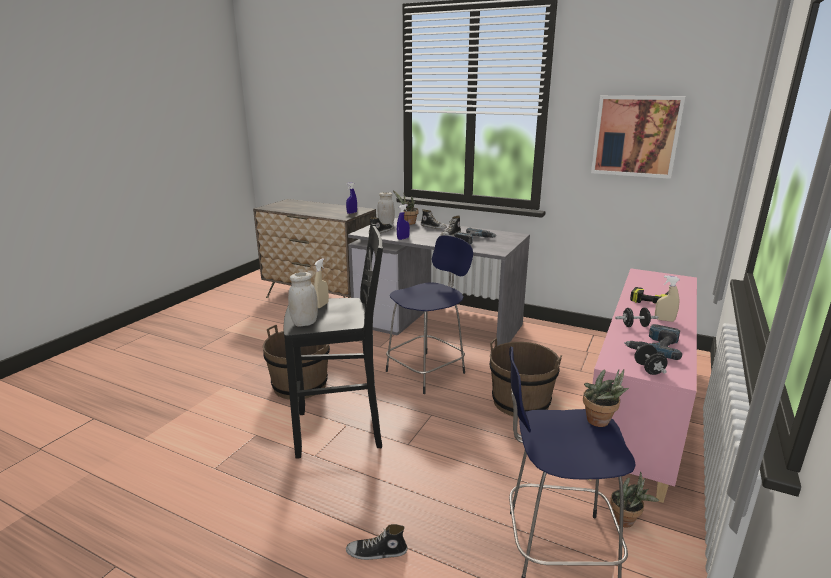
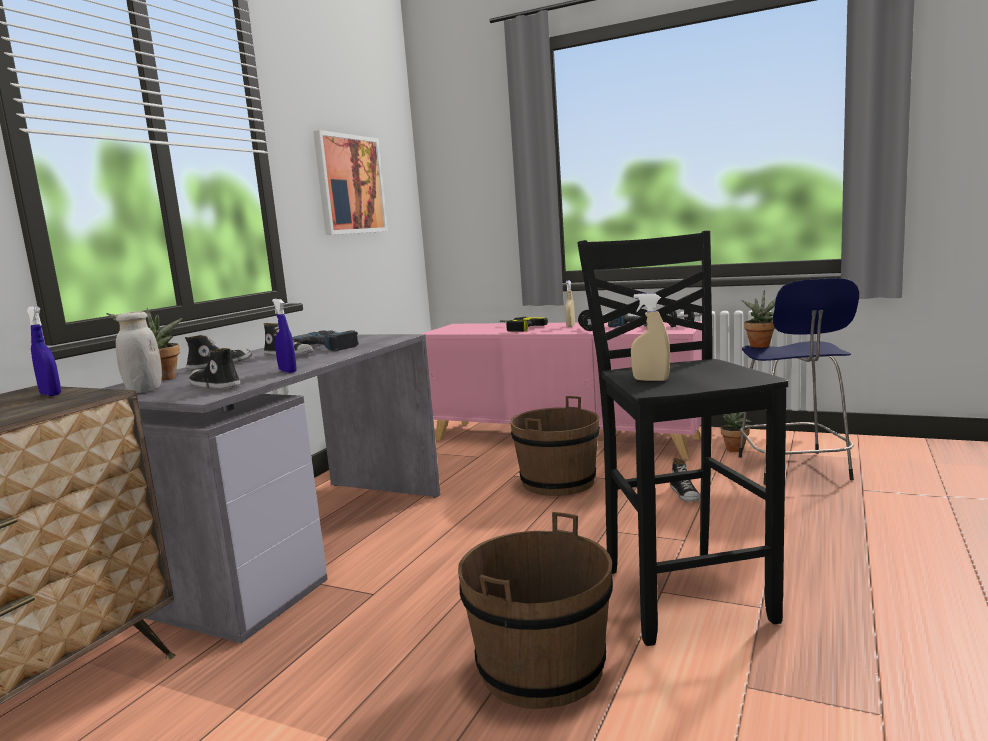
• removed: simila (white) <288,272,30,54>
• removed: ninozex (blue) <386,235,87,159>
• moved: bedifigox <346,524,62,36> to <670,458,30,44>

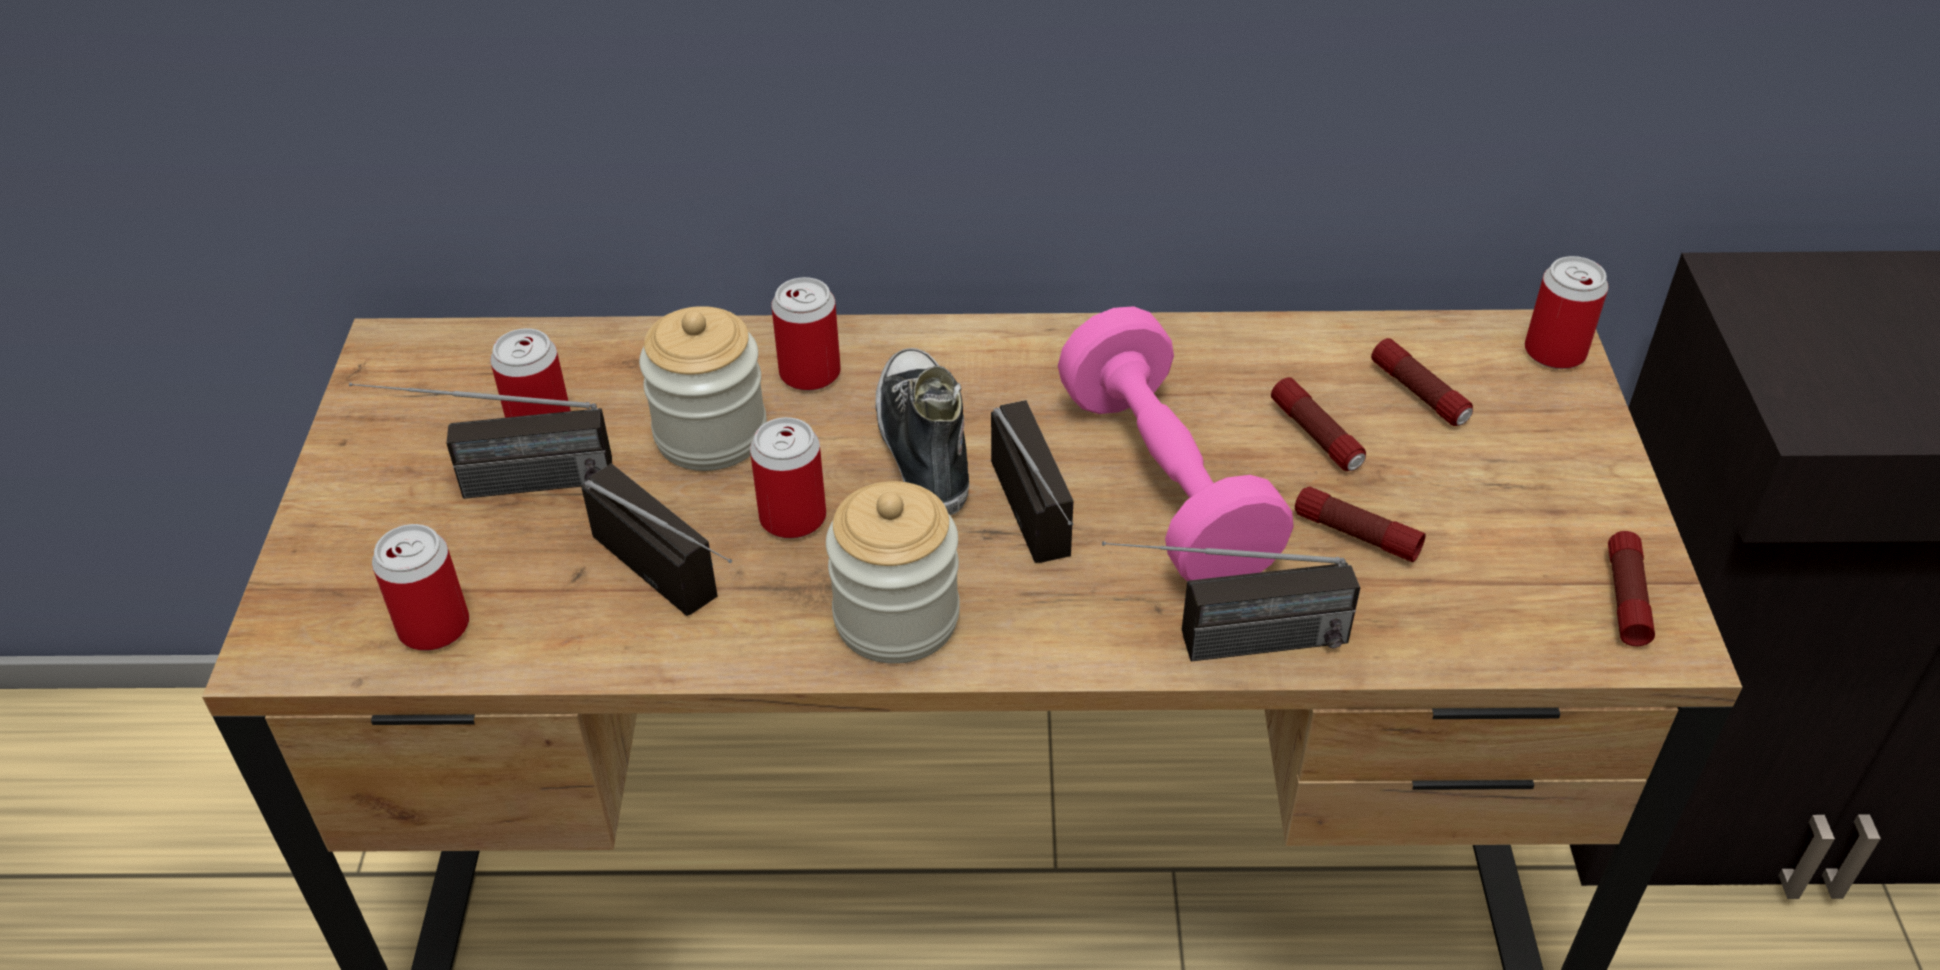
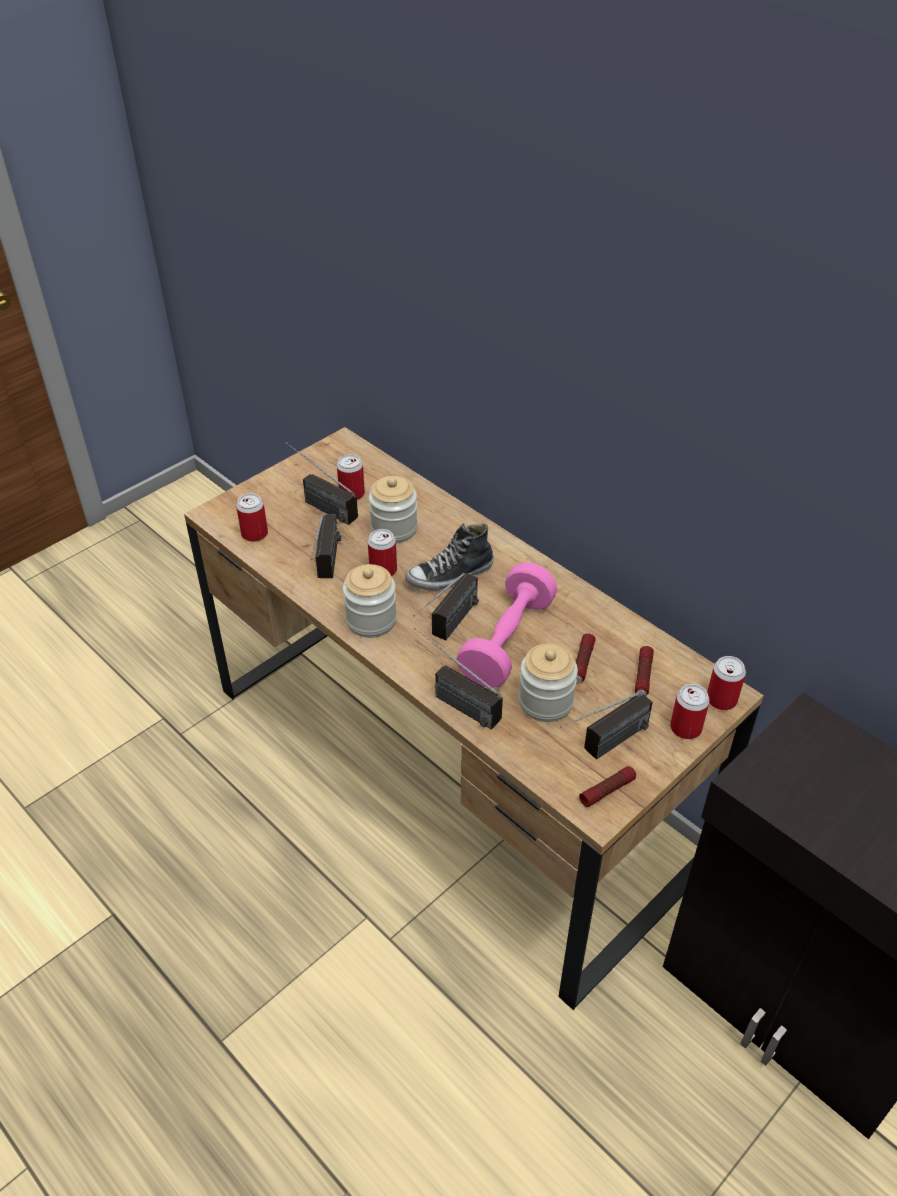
• added: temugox <560,692,93,68>
• moved: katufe <771,277,70,114> to <670,684,40,55>
• replaced: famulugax <1295,487,131,75> to simila <519,643,59,79>
• turned: bedifigox <875,348,94,167> = <405,523,89,67> 150 degrees counterclockwise

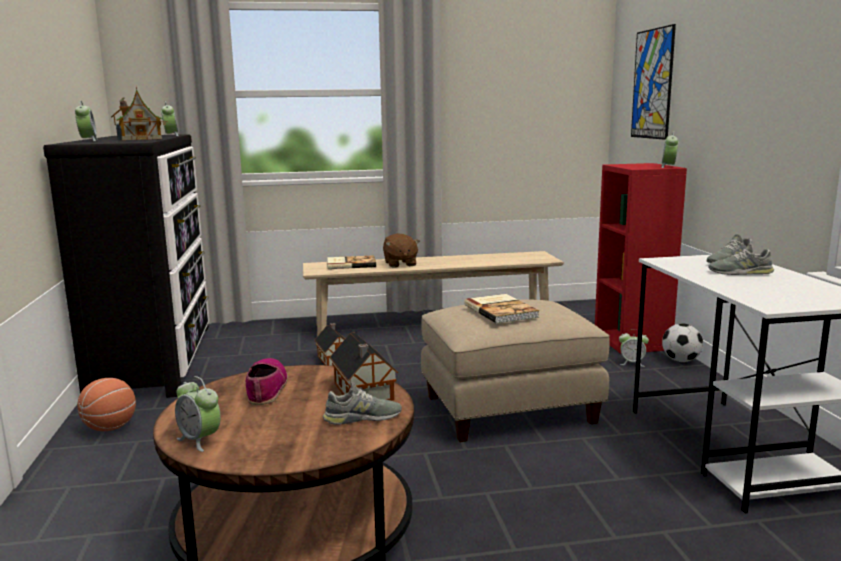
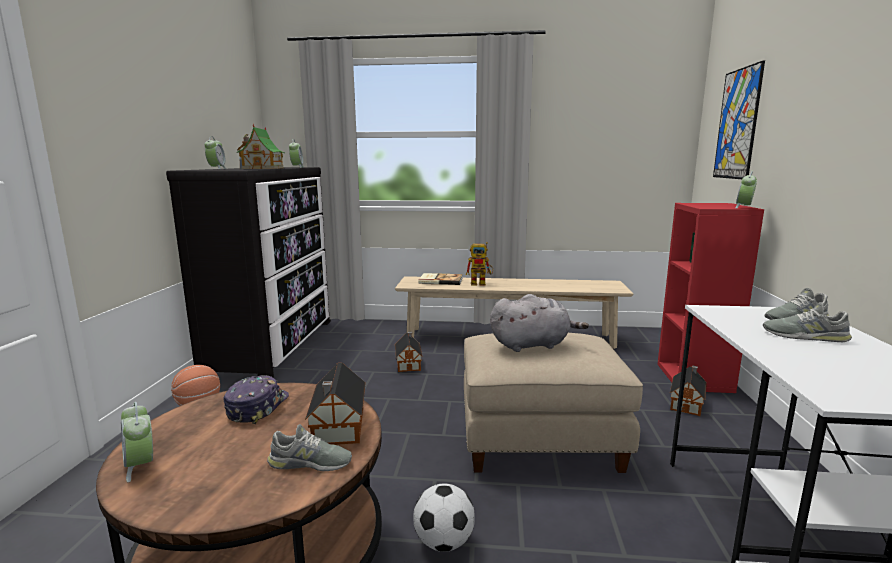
• moved: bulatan <662,323,41,39> to <413,484,62,68>
• replaced: bedifigox <245,358,43,47> to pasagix <223,375,66,49>
• replaced: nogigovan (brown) <383,233,37,35> to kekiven <466,242,27,44>
• replaced: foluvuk <464,294,76,30> to nogigovan (grey) <490,294,99,58>
• replaced: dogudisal <619,329,30,38> to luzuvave <670,365,37,51>

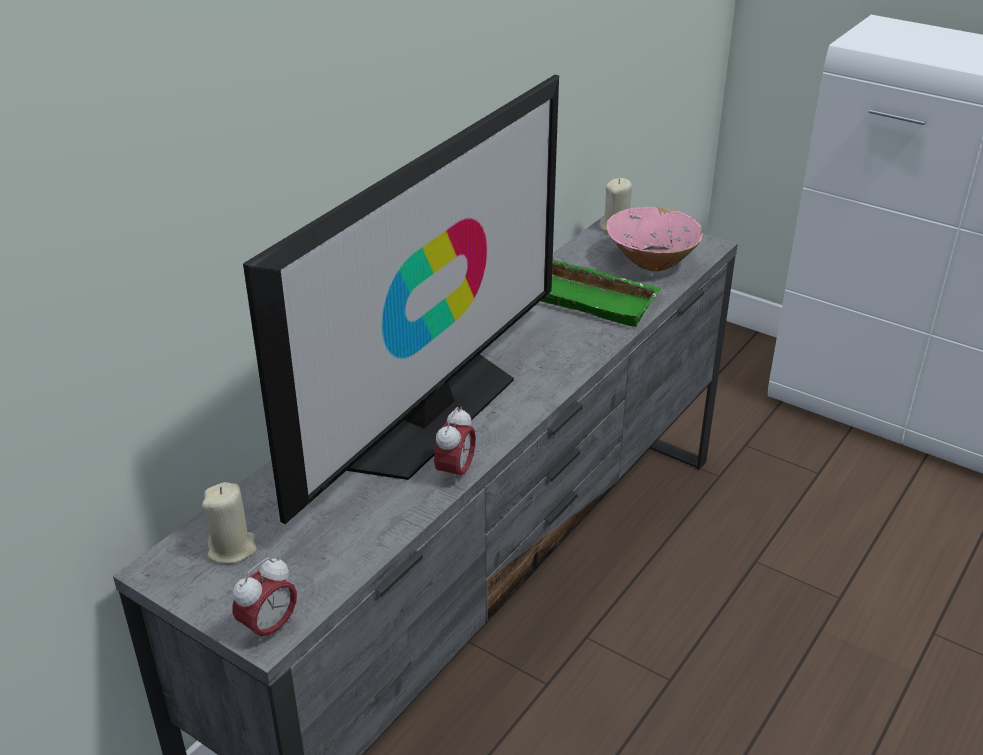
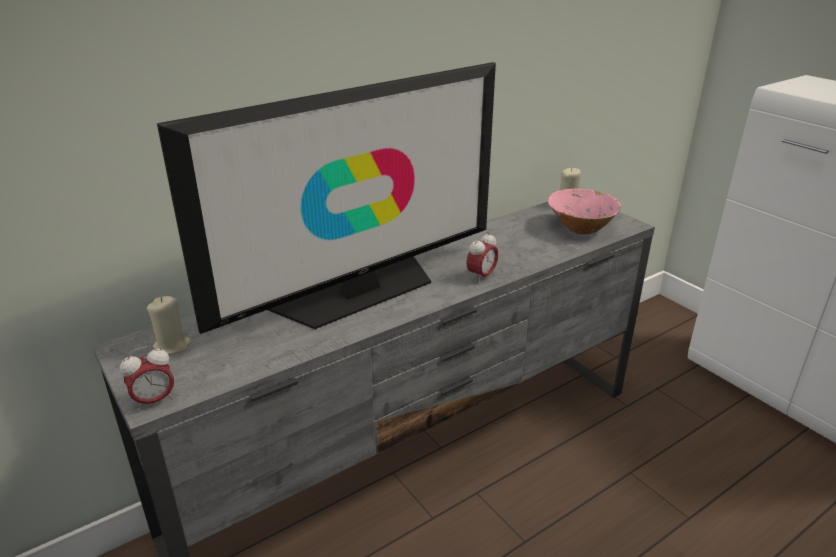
• removed: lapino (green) <541,259,121,68>
• moved: dogudisal <434,407,42,79> to <466,231,32,52>

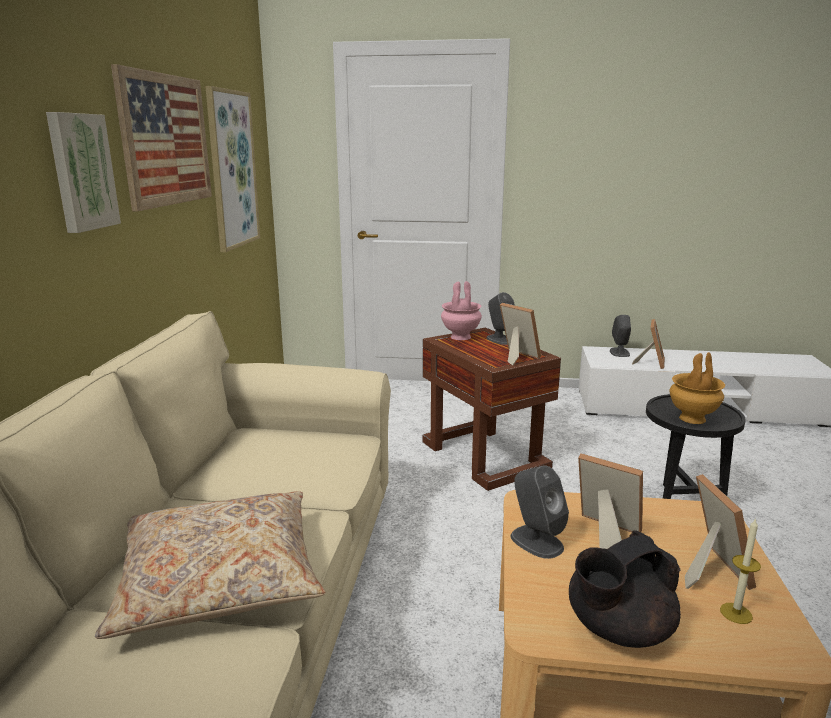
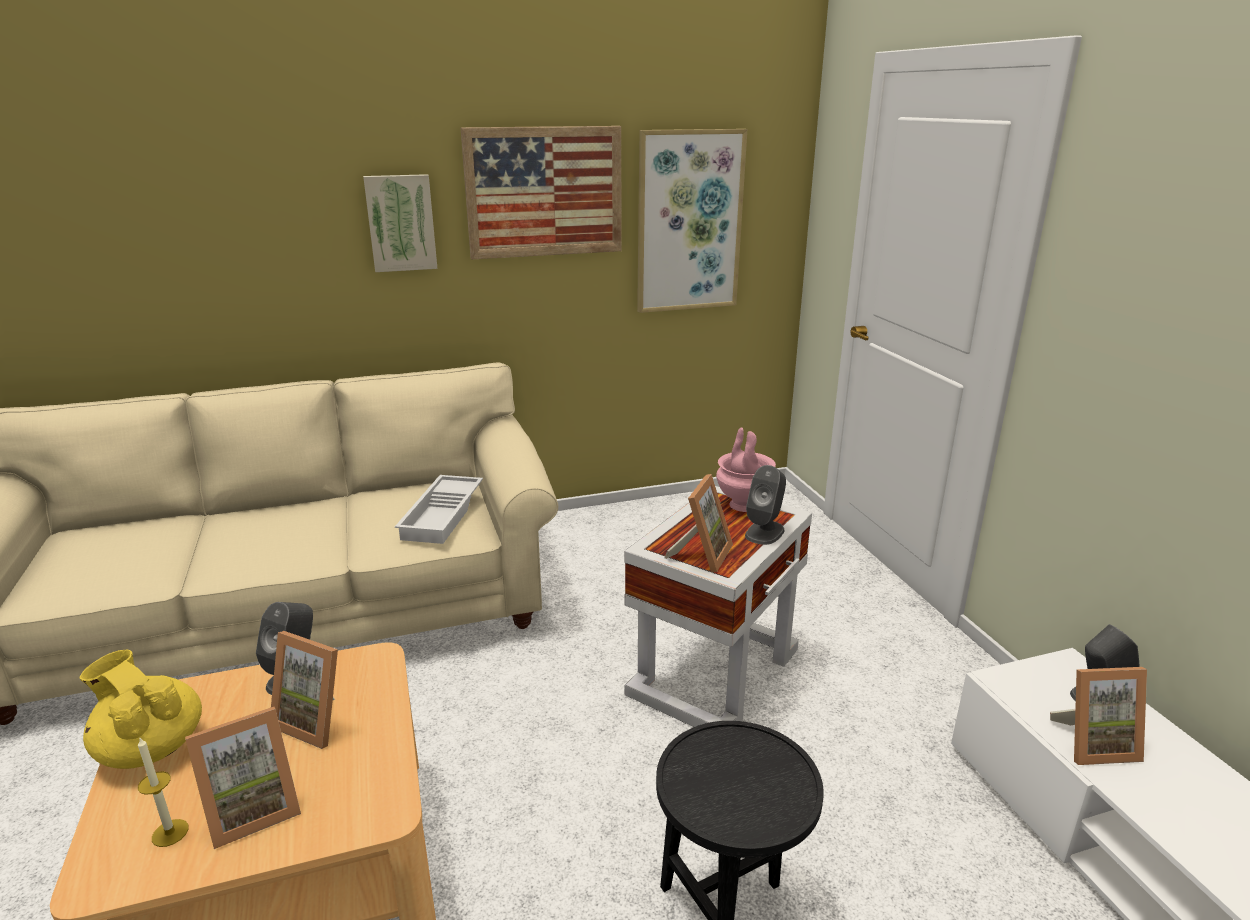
• removed: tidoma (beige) <95,491,231,148>
• removed: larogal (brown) <670,352,55,72>
• added: lapino (white) <395,475,88,69>
• recoloured: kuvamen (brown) <422,328,139,163> to kuvamen (white) <625,486,187,241>
• recoloured: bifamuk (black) <569,530,112,118> to bifamuk (yellow) <80,650,122,119>
• turned: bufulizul <578,453,65,96> = <271,631,67,118> 105 degrees clockwise

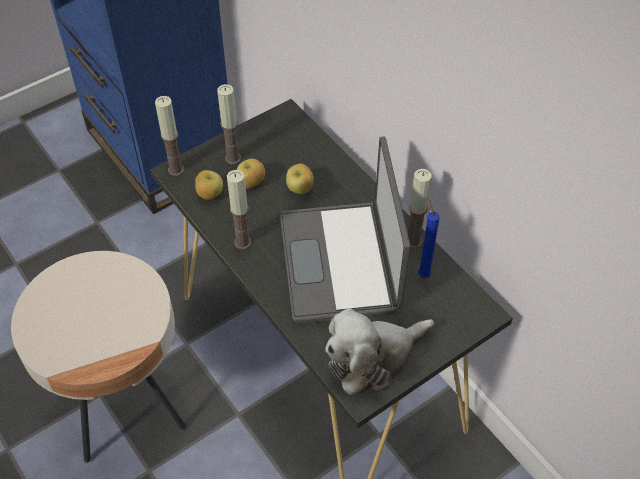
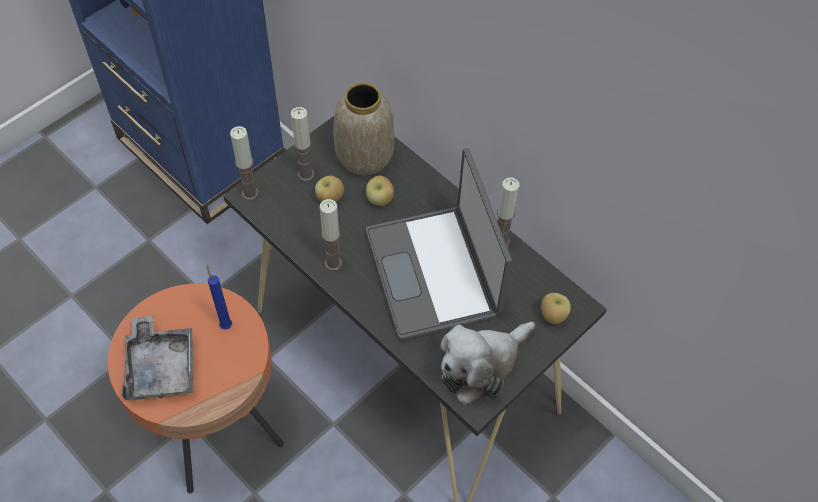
• added: lapino (grey) <122,316,71,84>
• added: larogal <333,82,62,93>
• moved: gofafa <195,170,28,30> to <541,293,30,31>
• moved: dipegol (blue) <418,200,22,78> to <207,266,25,64>
• recoloured: kuvamen (beige) <11,251,175,212> to kuvamen (orange) <108,284,176,210>

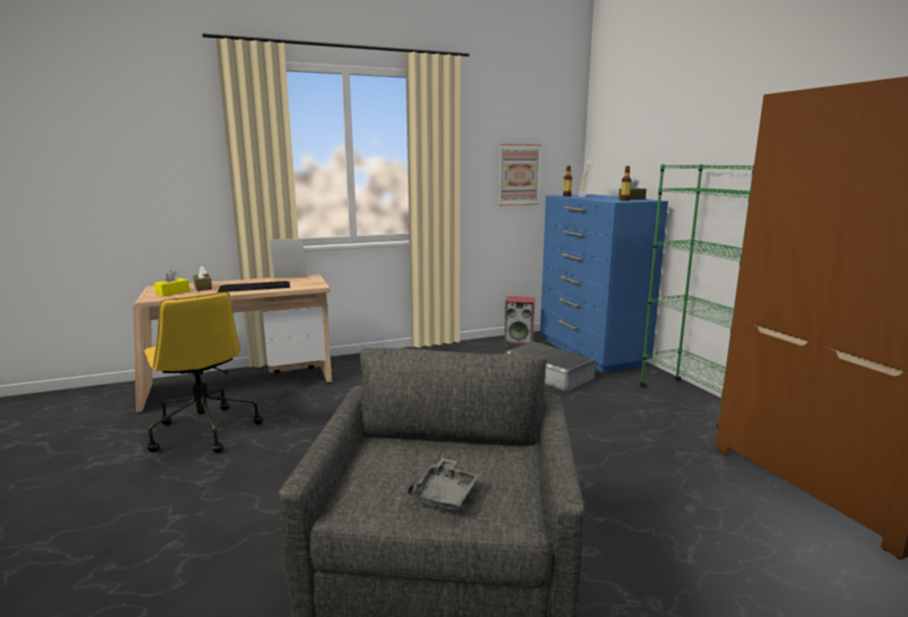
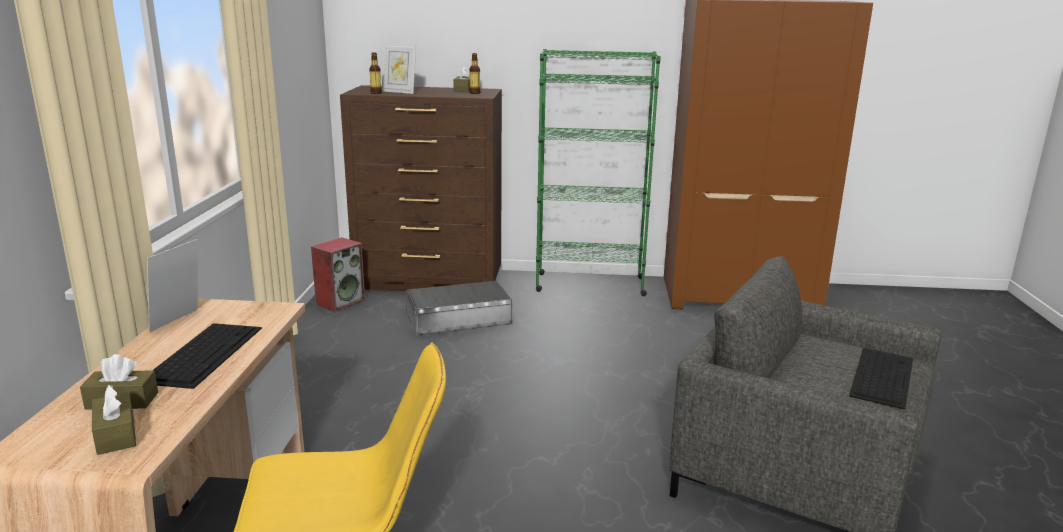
• removed: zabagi <498,144,43,62>
• replaced: lapino (grey) <408,458,72,52> to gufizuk <849,348,64,62>
• recoloured: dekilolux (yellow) <154,270,36,26> to dekilolux (brown) <92,385,44,70>
• recoloured: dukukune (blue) <540,194,128,179> to dukukune (brown) <340,85,162,206>

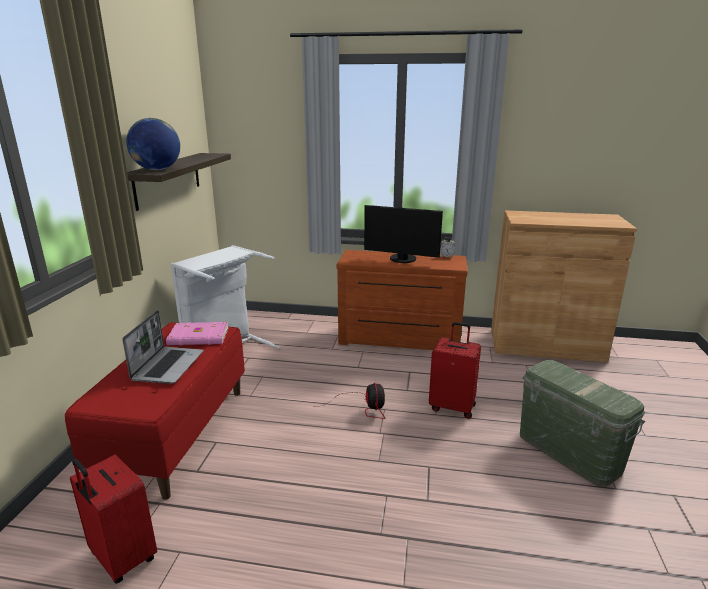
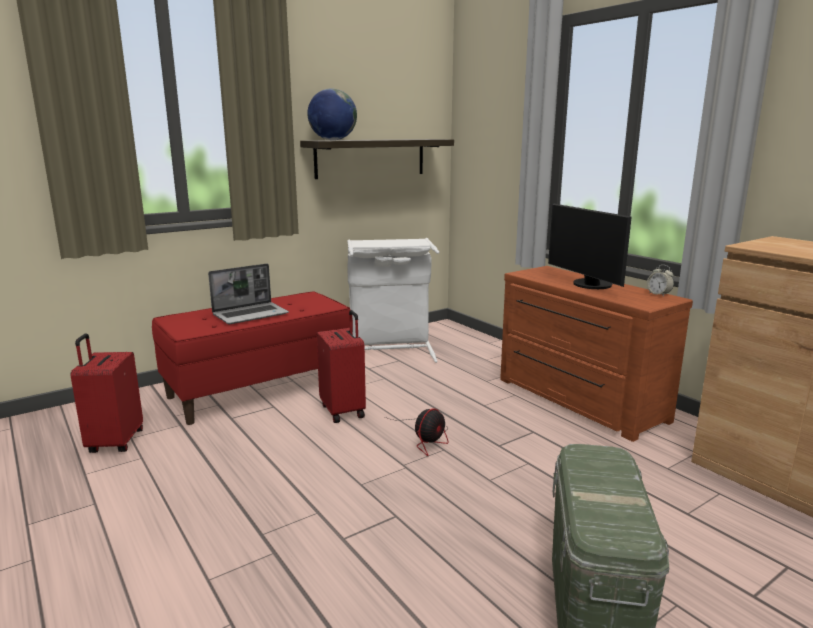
• removed: foluvuk (pink) <166,322,63,23>
• moved: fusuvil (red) <429,322,52,97> to <316,310,50,113>

